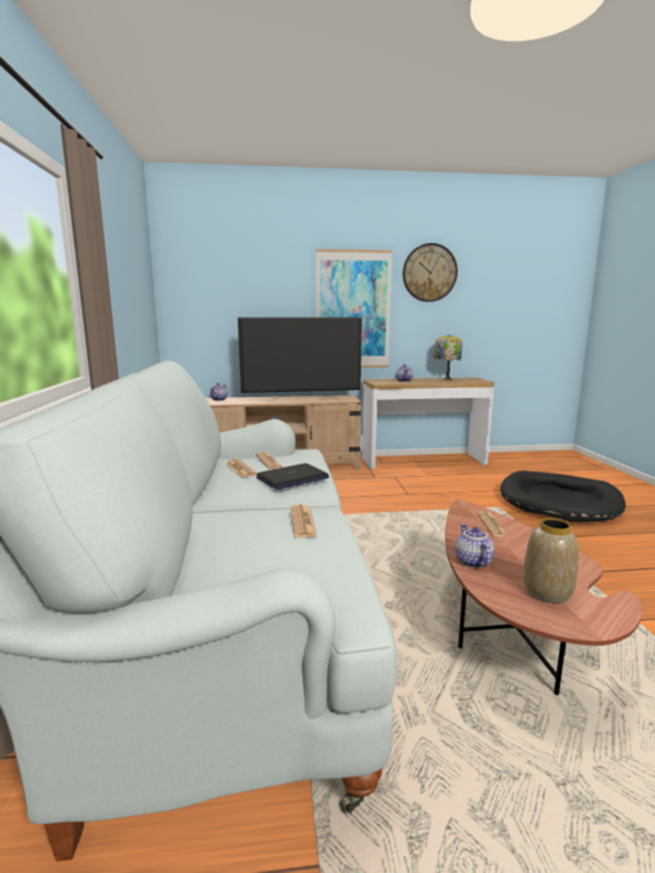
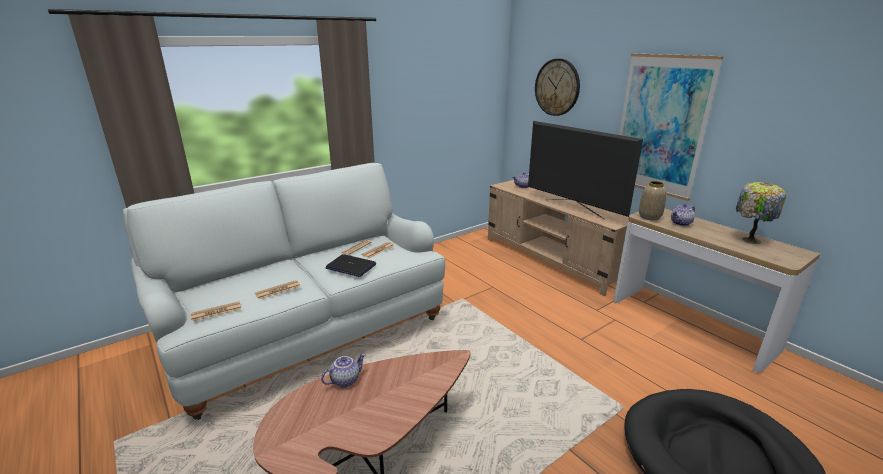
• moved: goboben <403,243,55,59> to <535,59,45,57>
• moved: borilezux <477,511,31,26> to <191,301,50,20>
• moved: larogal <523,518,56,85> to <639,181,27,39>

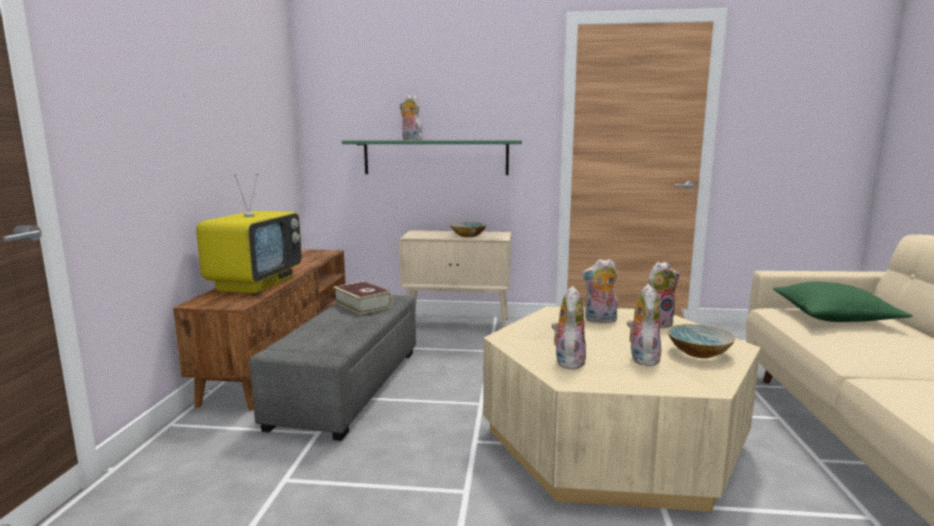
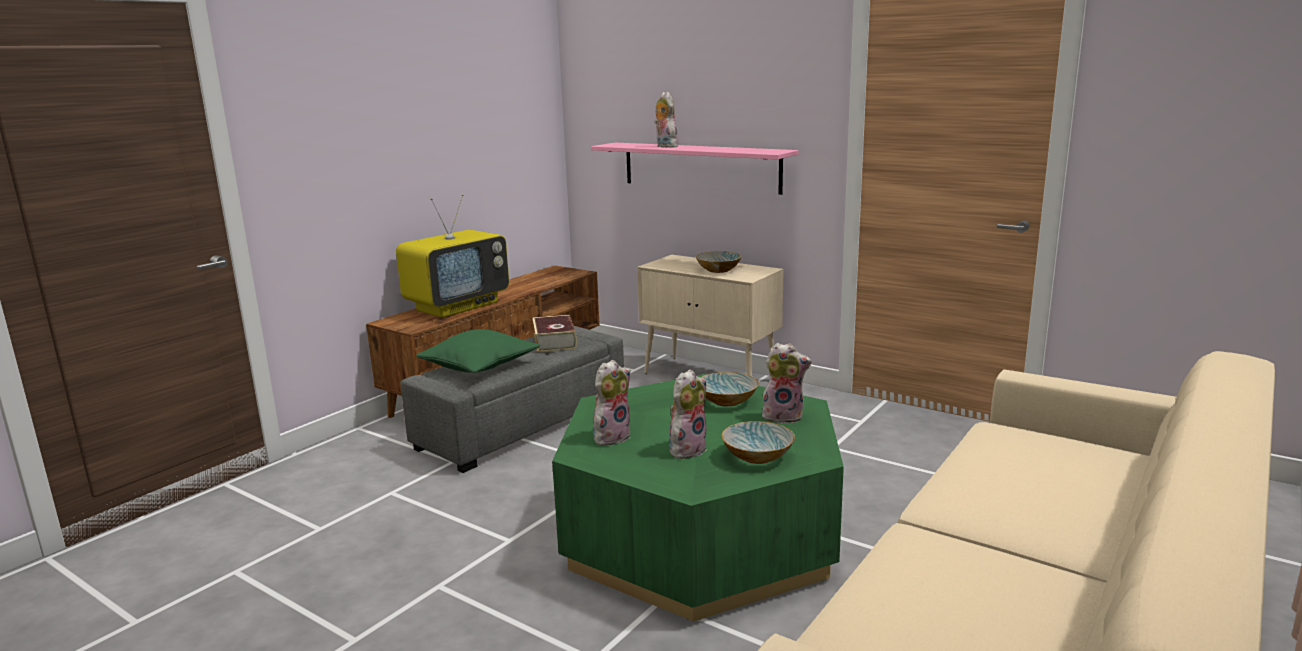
• moved: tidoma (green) <773,282,140,40> to <416,329,124,44>
• replaced: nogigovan <581,259,37,64> to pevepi <701,372,58,35>
• recoloured: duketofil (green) <342,140,180,35> to duketofil (pink) <591,143,207,52>
• recoloured: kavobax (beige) <483,306,278,206> to kavobax (green) <552,374,292,248>

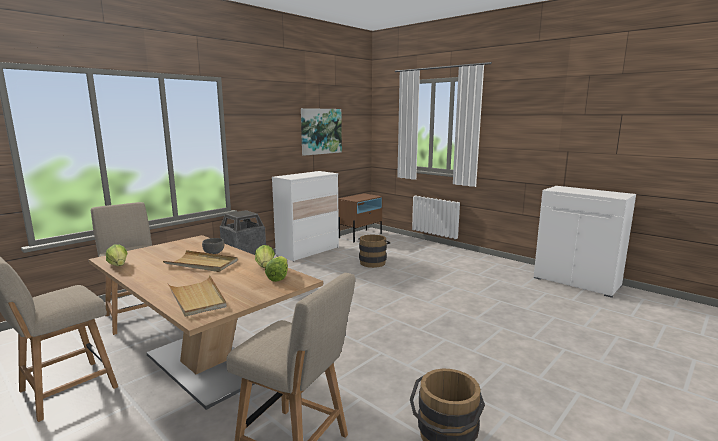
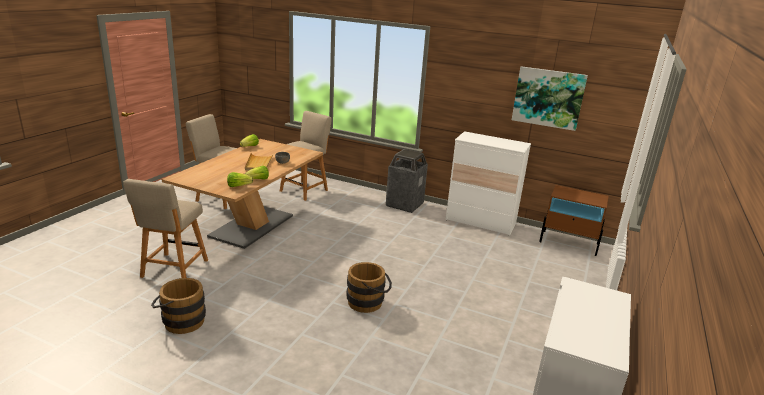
• removed: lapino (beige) <167,275,60,42>
• moved: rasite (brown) <358,235,32,33> to <347,262,45,51>

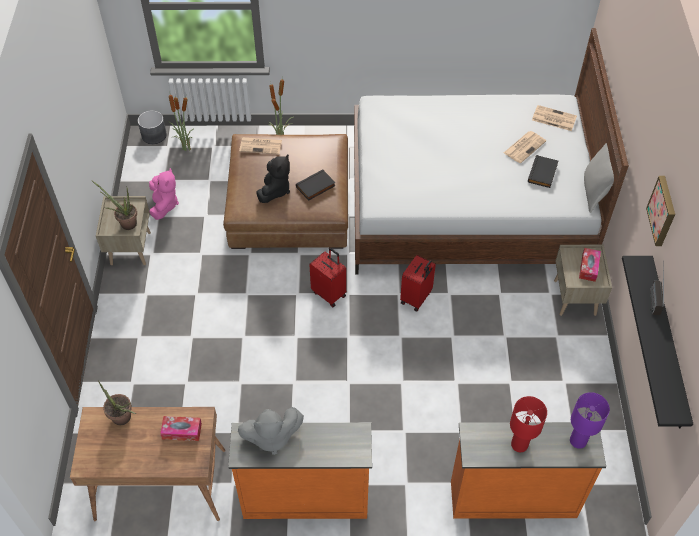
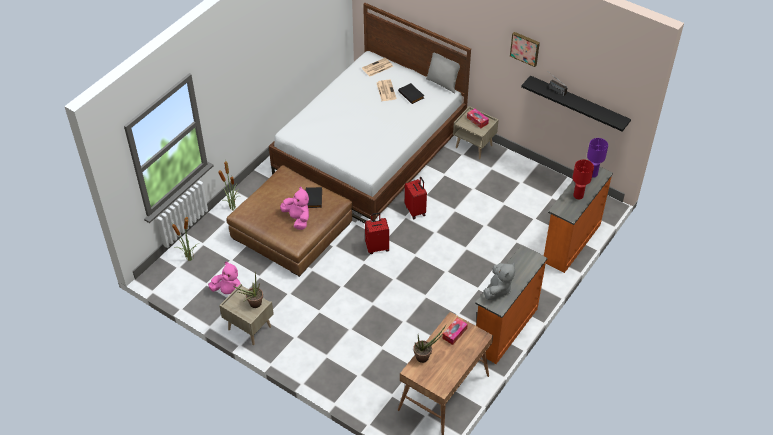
• removed: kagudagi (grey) <138,110,29,34>
• removed: borilezux <239,137,43,18>
• recoloured: nogigovan (black) <256,154,34,49> to nogigovan (pink) <280,187,29,43>

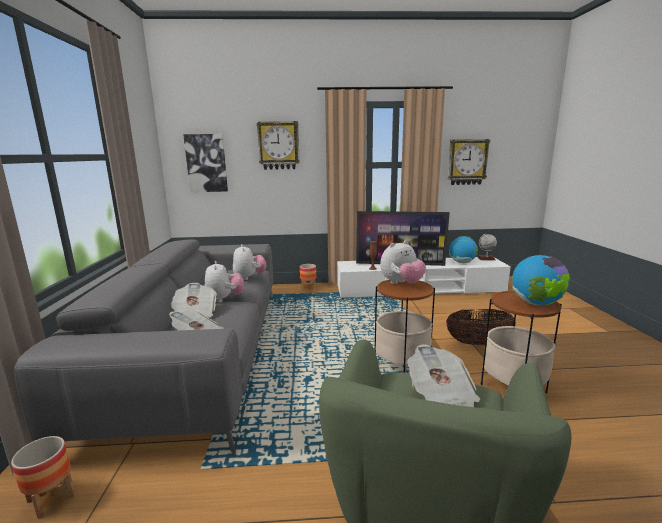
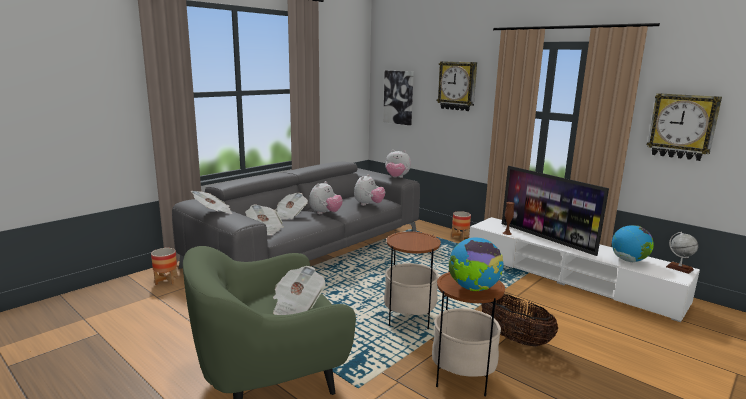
• added: borilezux <191,191,41,23>
• moved: nogigovan <380,240,46,44> to <385,150,26,28>

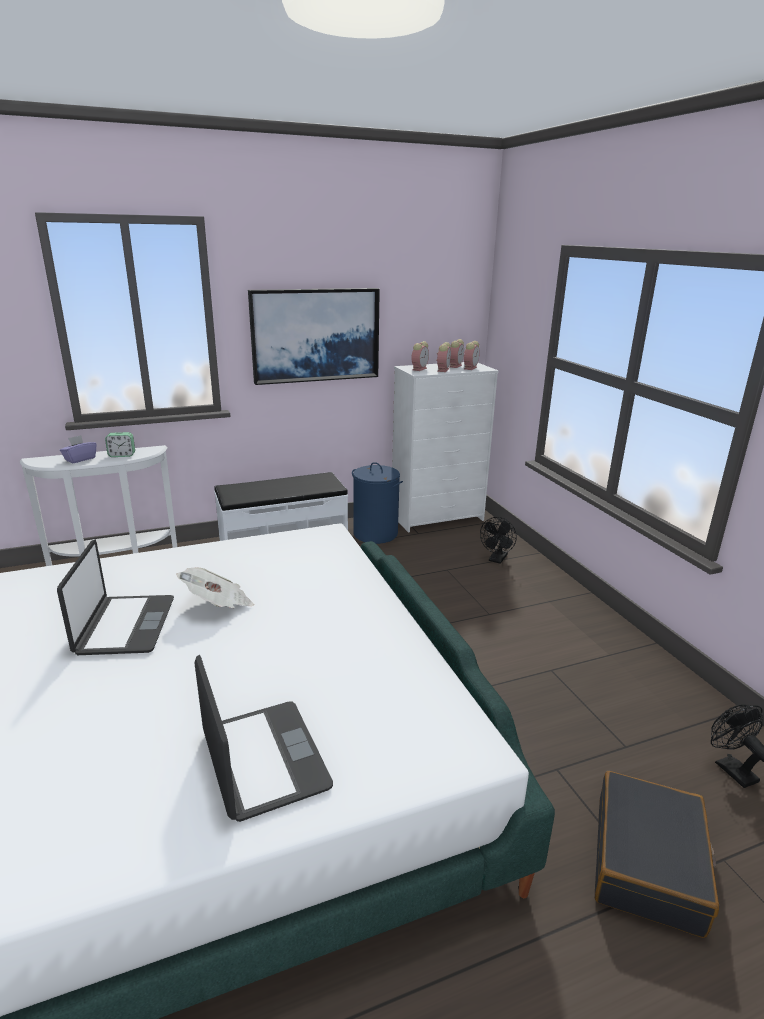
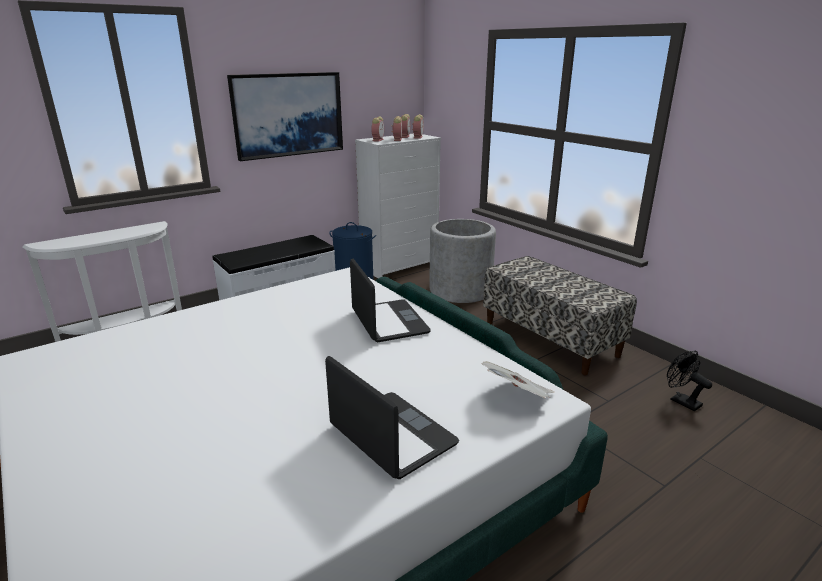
• removed: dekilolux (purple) <60,435,37,29>
• removed: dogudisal <105,432,30,25>
• removed: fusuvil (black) <595,771,124,167>
• added: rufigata <483,256,154,120>
• moved: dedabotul <57,540,117,115> to <350,259,81,83>
• moved: borilezux <176,567,79,41> to <482,361,72,37>
• replaced: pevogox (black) <480,517,37,47> to kagudagi (grey) <429,219,67,84>

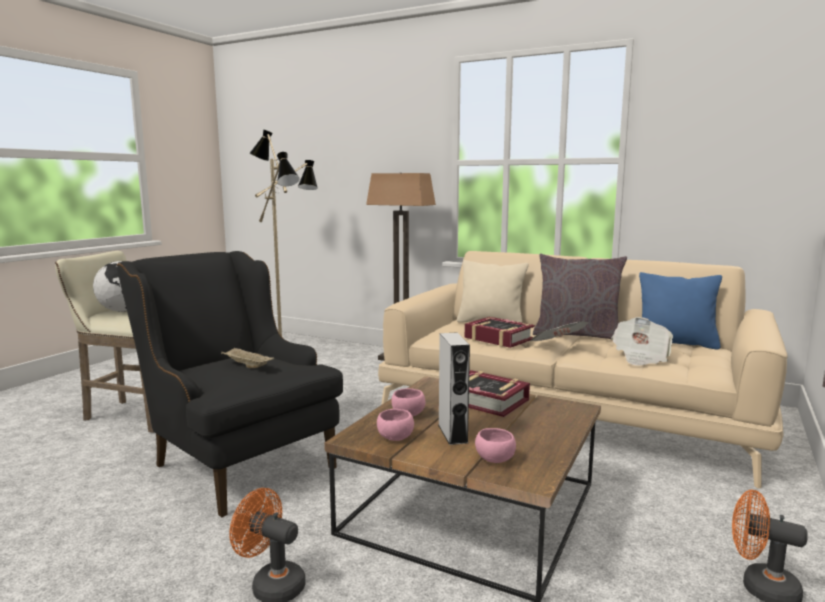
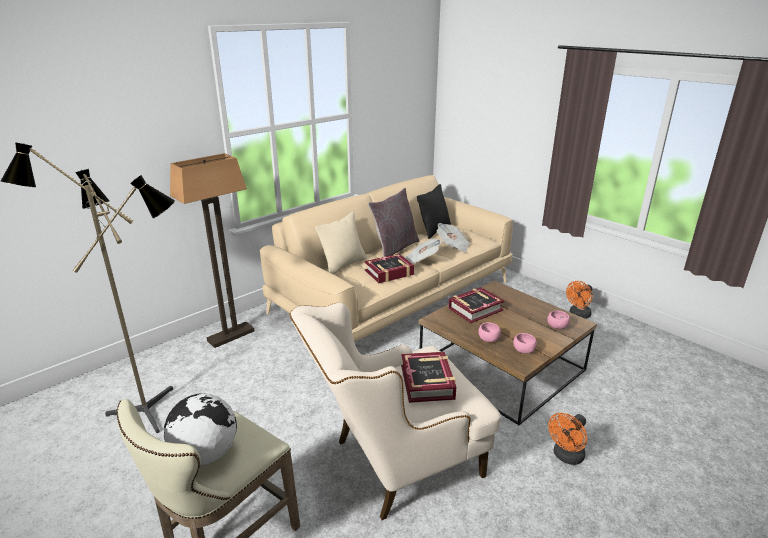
• removed: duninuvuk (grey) <438,333,32,112>
• replaced: lapino (beige) <221,348,53,20> to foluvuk <401,352,55,51>
• recoloured: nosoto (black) <117,251,226,266> to nosoto (beige) <290,302,211,218>
• recoloured: tidoma (blue) <639,272,83,78> to tidoma (black) <417,184,34,55>

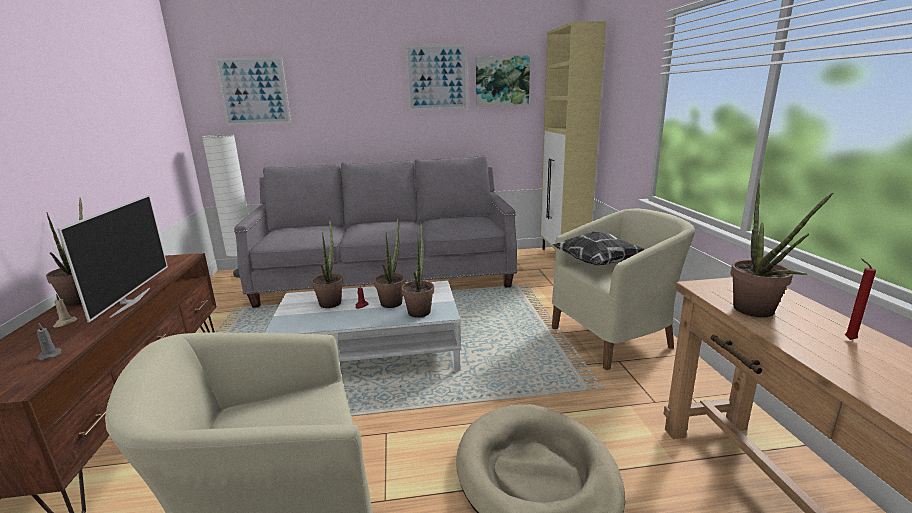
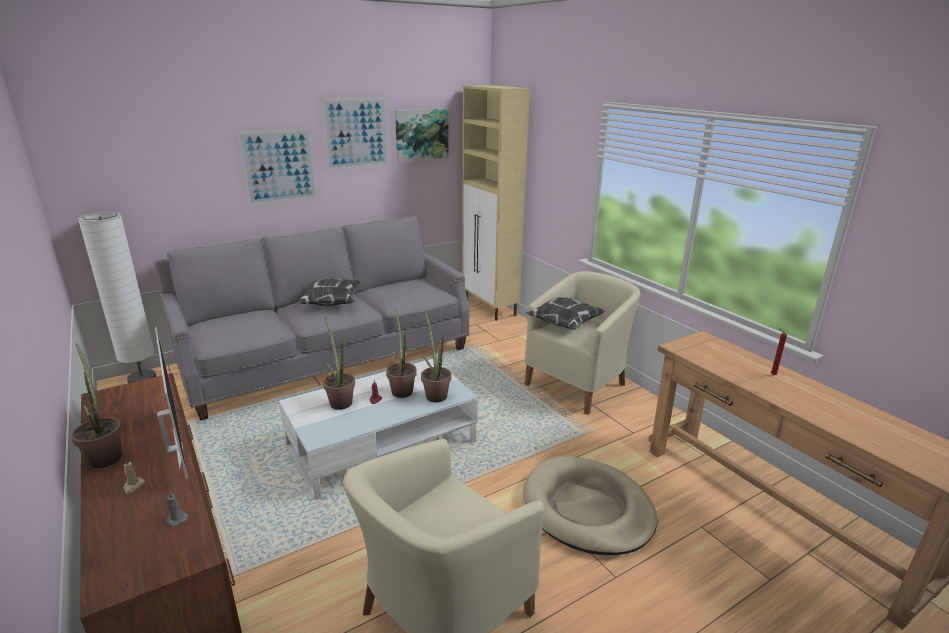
• removed: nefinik <730,180,103,137>
• added: tidoma <297,278,64,28>
• moved: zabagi <215,57,76,68> to <238,129,80,76>

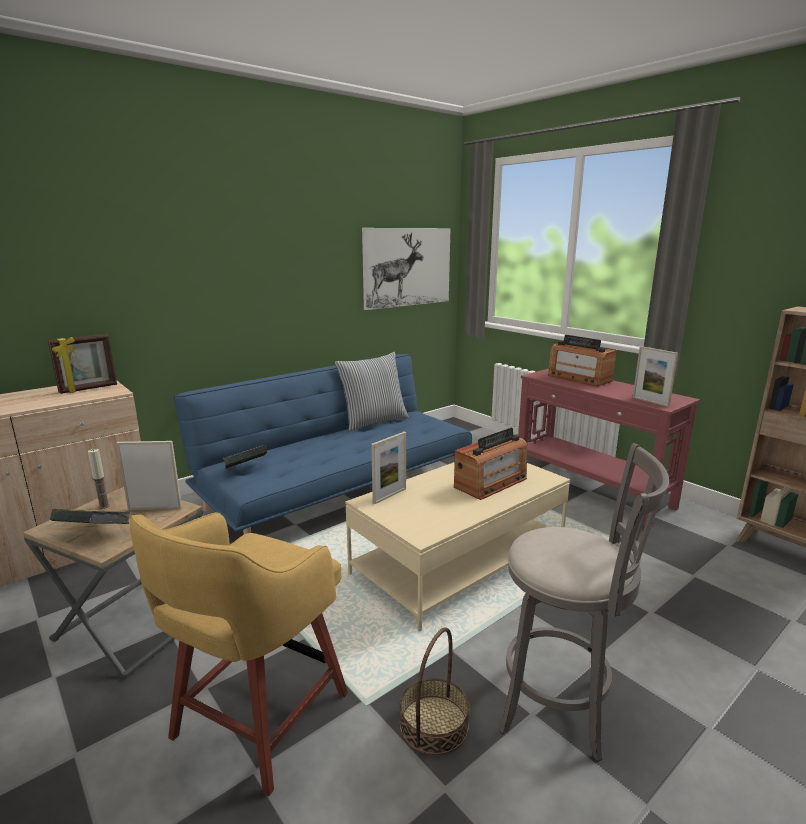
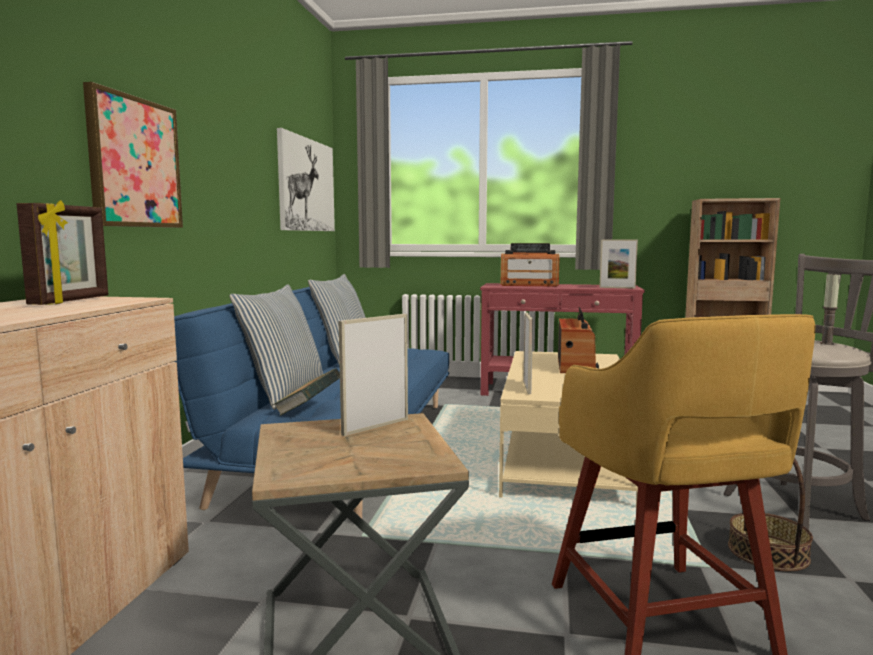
• removed: foluvuk <50,508,81,16>
• added: zabagi <83,82,100,146>
• added: tidoma <230,284,93,126>
• moved: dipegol <88,449,22,60> to <820,272,20,73>

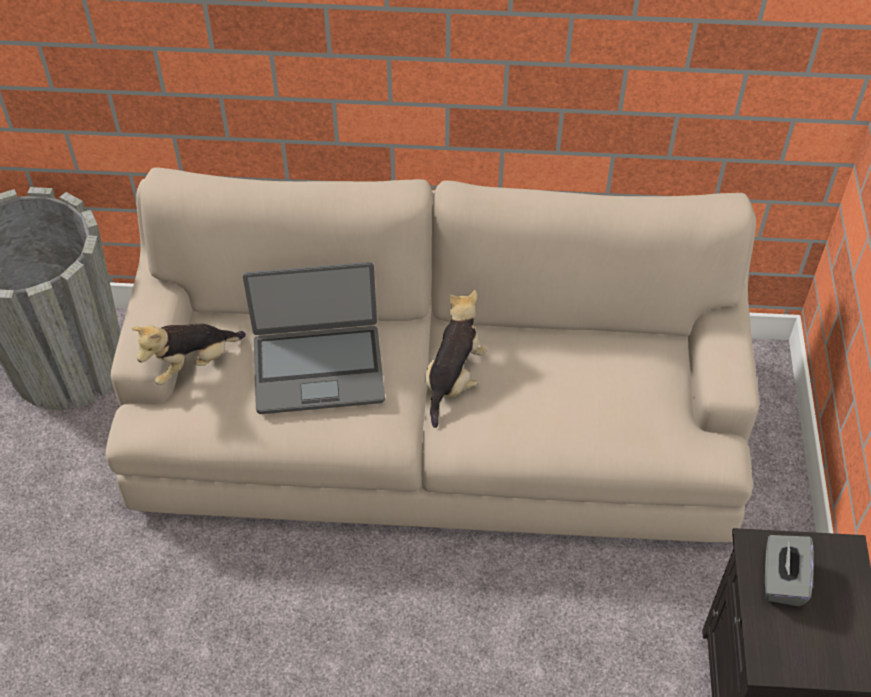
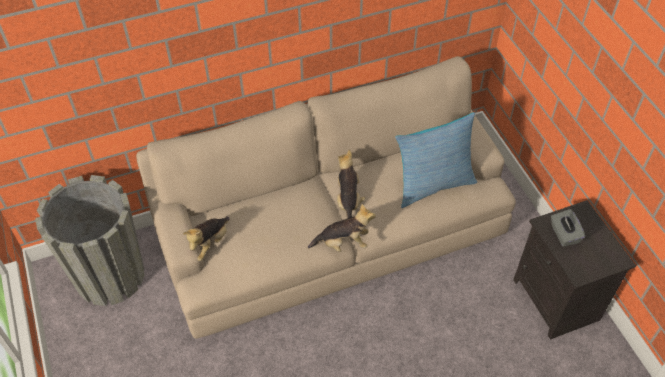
• removed: dedabotul <243,262,142,152>
• added: nogigovan <308,204,68,48>
• added: tidoma <395,112,82,96>

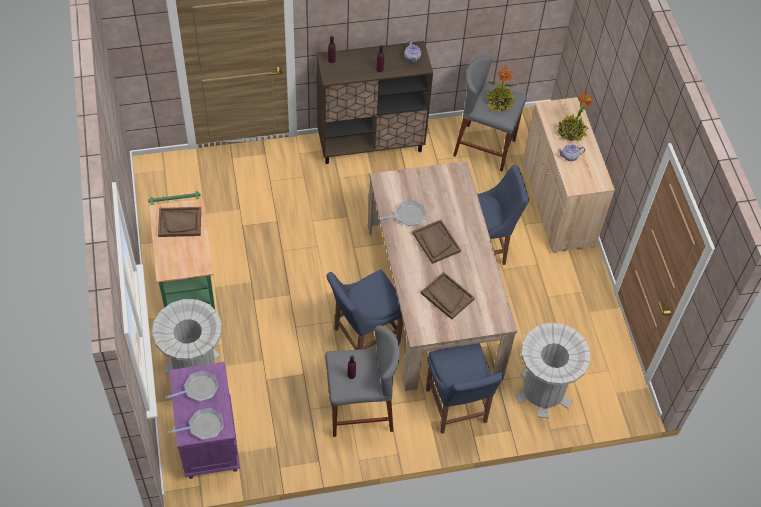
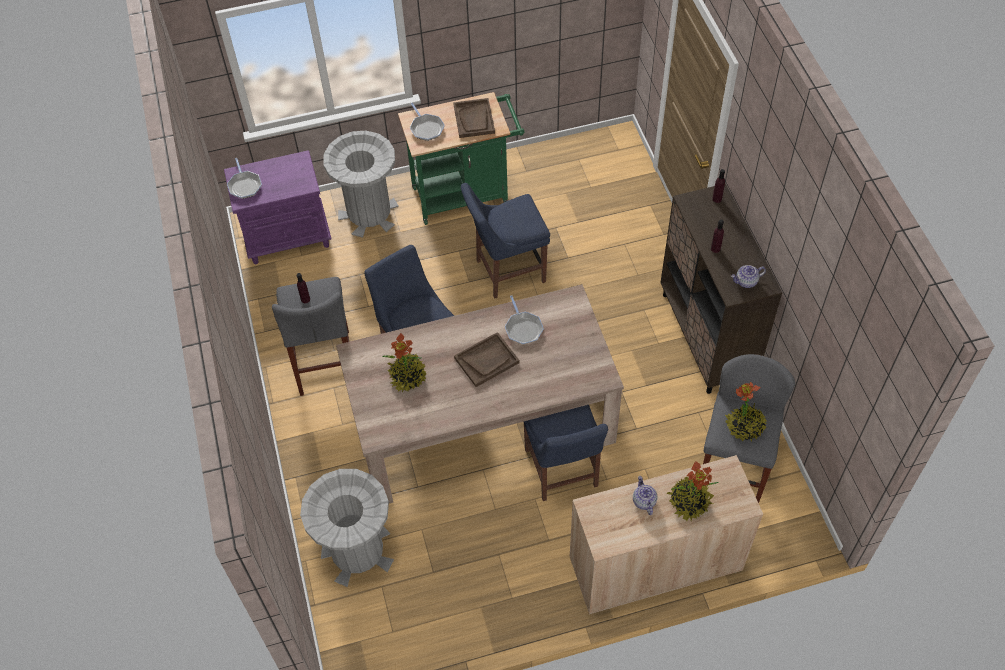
• moved: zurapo <166,371,53,30> to <410,103,35,38>
• moved: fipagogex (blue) <426,343,78,91> to <461,183,89,116>
• replaced: lapino (brown) <421,272,54,48> to nefinik <382,333,44,59>

